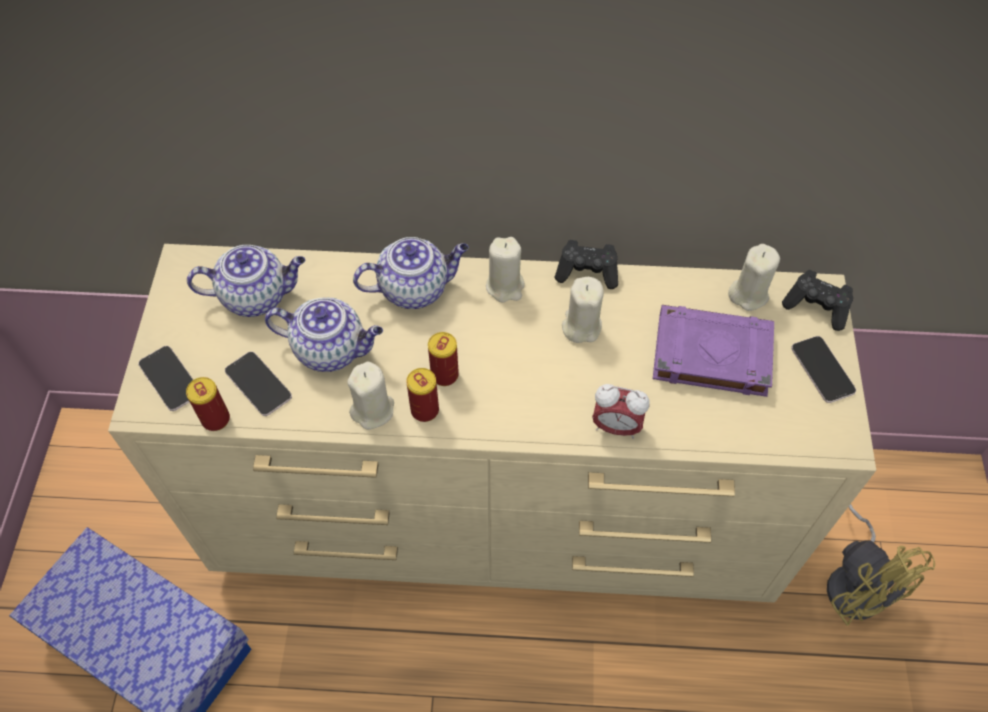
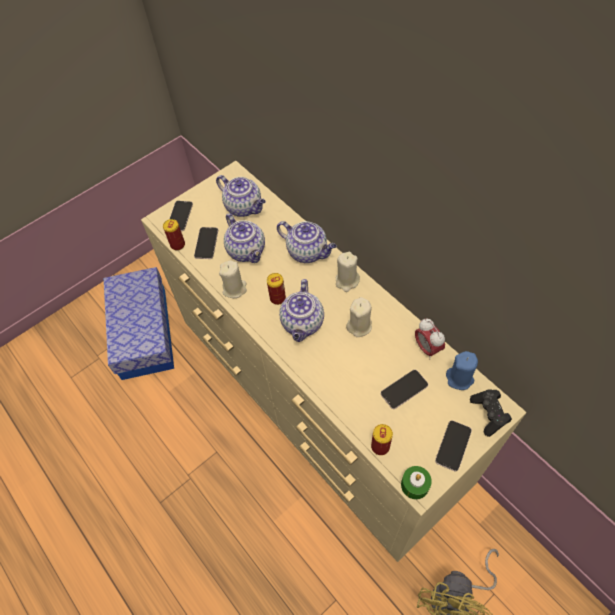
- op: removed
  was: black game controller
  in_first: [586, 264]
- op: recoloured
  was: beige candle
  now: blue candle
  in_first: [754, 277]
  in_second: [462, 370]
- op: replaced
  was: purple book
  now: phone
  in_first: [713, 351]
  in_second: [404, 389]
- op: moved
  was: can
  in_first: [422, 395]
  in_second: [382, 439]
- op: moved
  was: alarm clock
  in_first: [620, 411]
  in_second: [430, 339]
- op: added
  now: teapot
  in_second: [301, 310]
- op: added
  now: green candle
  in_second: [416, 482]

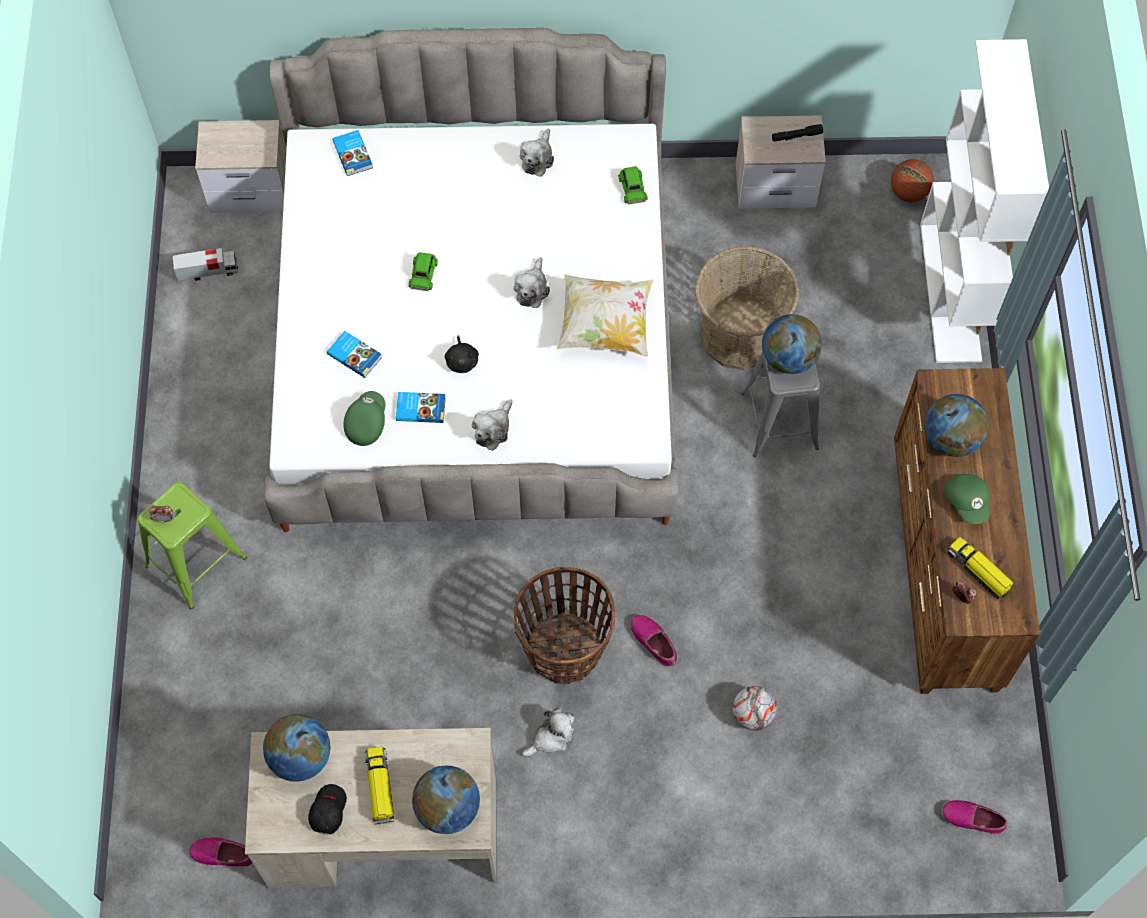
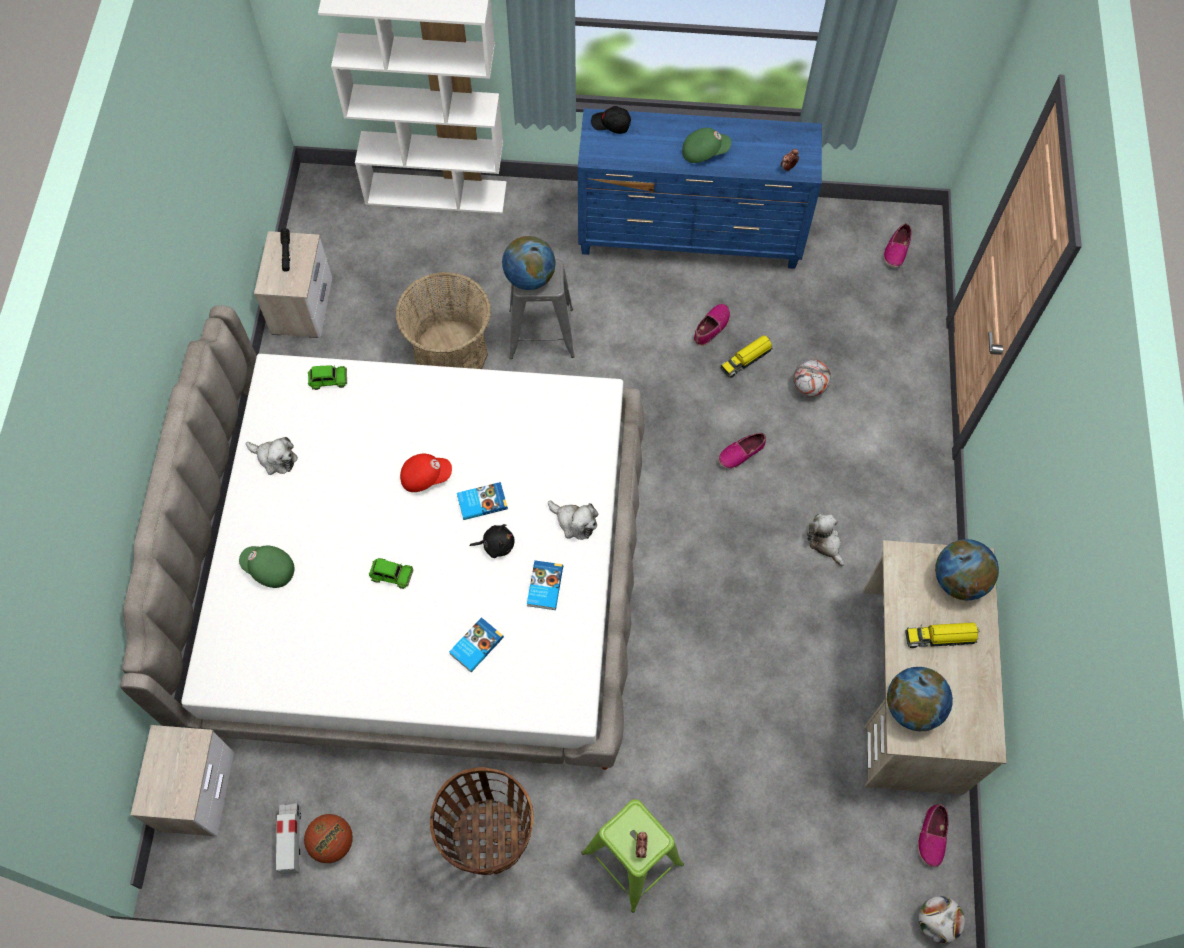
- op: moved
  was: book
  in_first: [352, 153]
  in_second: [482, 501]
- op: moved
  was: basketball
  in_first: [912, 180]
  in_second: [328, 838]
- op: replaced
  was: plush toy
  now: red cap
  in_first: [531, 282]
  in_second: [426, 473]
- op: removed
  was: pillow
  in_first: [605, 315]
- op: recoloured
  was: brown dresser
  now: blue dresser
  in_first: [967, 531]
  in_second: [700, 188]
- op: moved
  was: green cap
  in_first: [364, 418]
  in_second: [266, 567]
- op: removed
  was: globe
  in_first: [956, 425]
- op: moved
  was: toy truck
  in_first: [980, 568]
  in_second: [746, 356]
- op: moved
  was: basket
  in_first: [564, 625]
  in_second: [482, 821]
- op: moved
  was: black cap
  in_first: [327, 809]
  in_second: [611, 120]
- op: added
  now: shoe
  in_second: [712, 325]
- op: added
  now: football
  in_second: [942, 919]

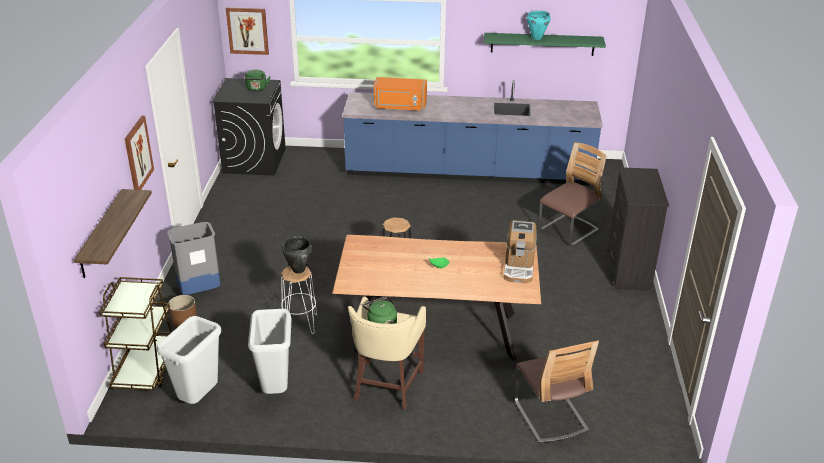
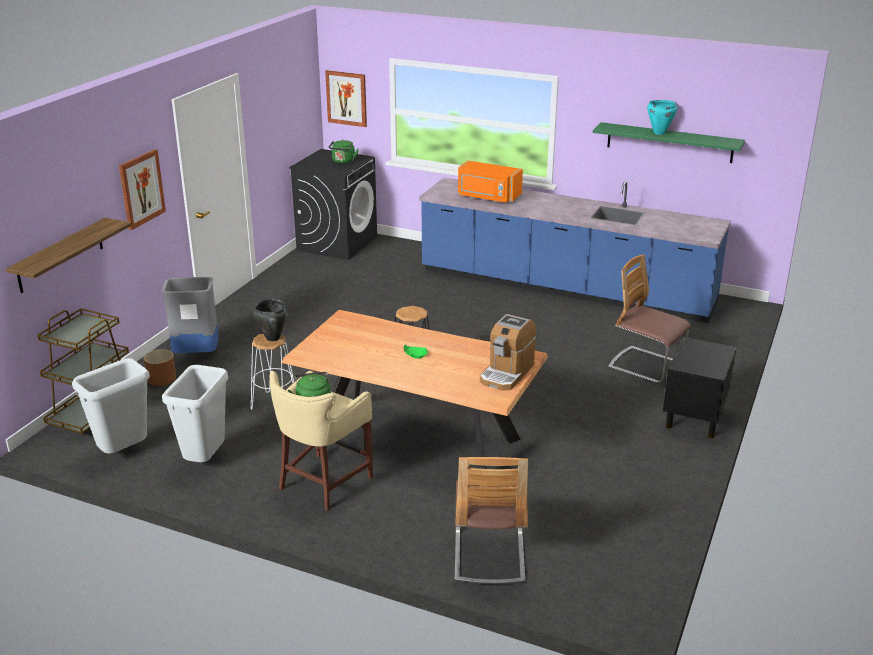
- op: turned
  was: chair
  in_first: [572, 194]
  in_second: [649, 318]
  clockwise: -120
- op: replaced
  was: black dresser
  now: black nightstand
  in_first: [638, 229]
  in_second: [700, 387]

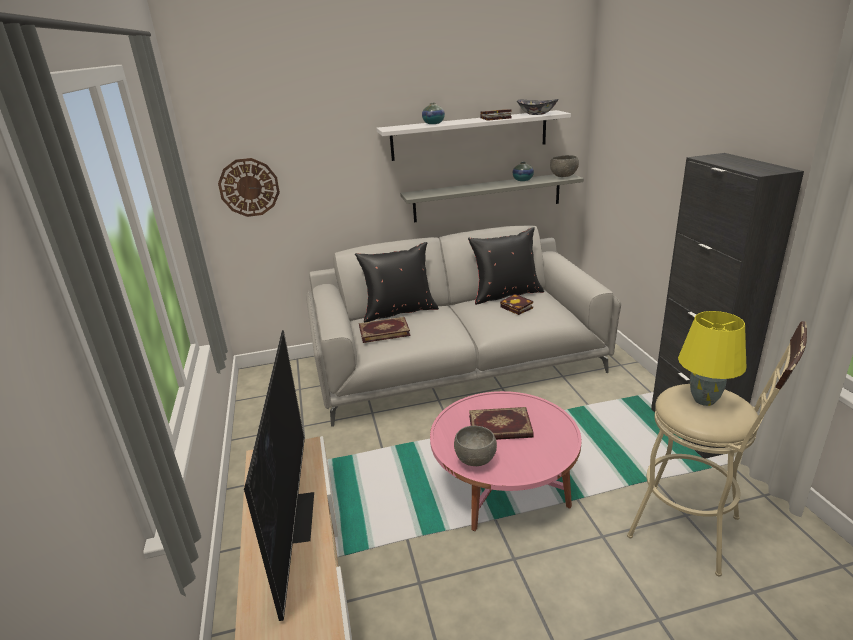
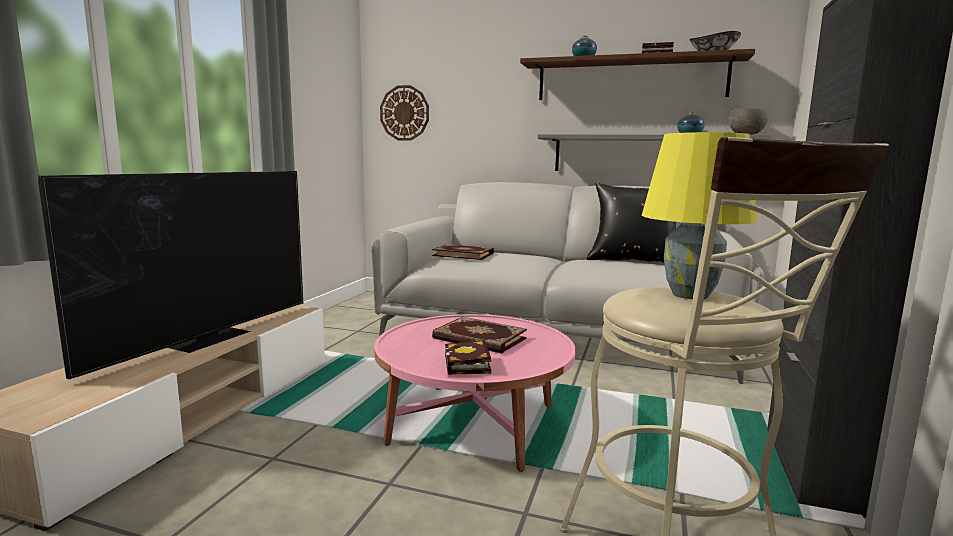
- op: recoloured
  was: white shelf
  now: brown shelf
  in_first: [474, 135]
  in_second: [637, 74]
- op: removed
  was: black pillow
  in_first: [397, 282]
- op: moved
  was: book
  in_first: [516, 304]
  in_second: [468, 357]
- op: removed
  was: grey bowl
  in_first: [475, 446]

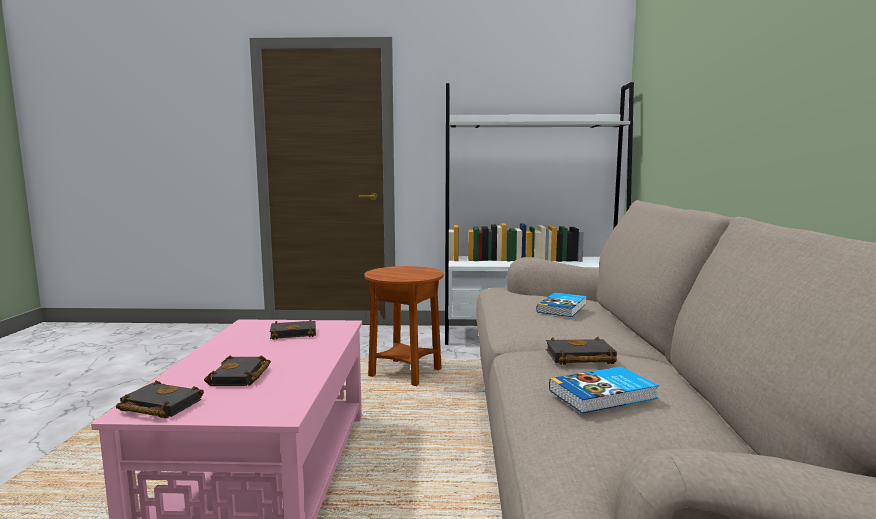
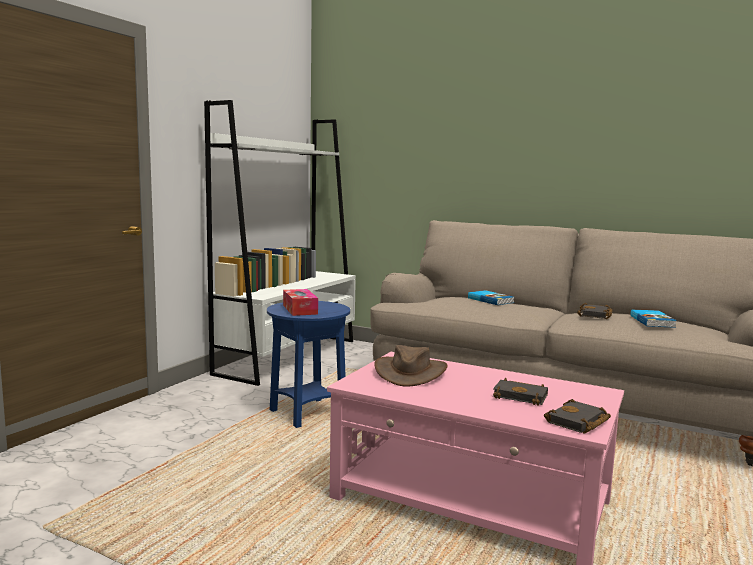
- op: recoloured
  was: brown side table
  now: blue side table
  in_first: [404, 326]
  in_second: [308, 364]
- op: replaced
  was: black book
  now: brown hat
  in_first: [293, 329]
  in_second: [411, 366]
- op: added
  now: tissue box
  in_second: [300, 302]

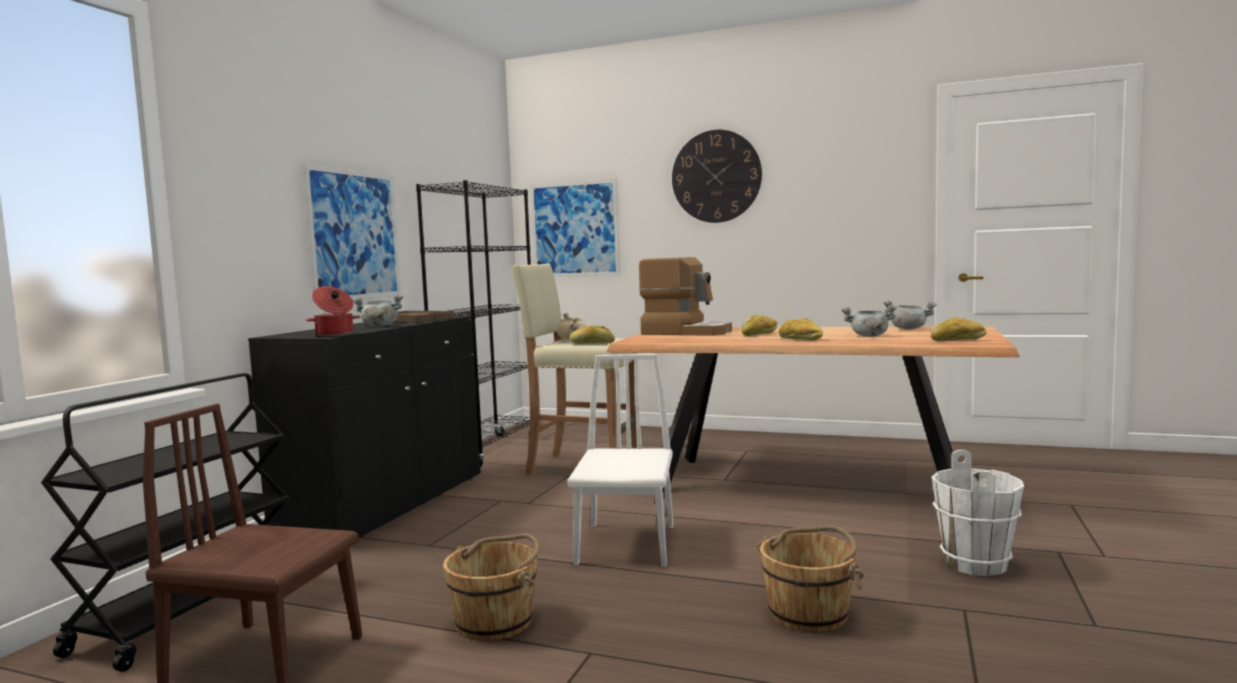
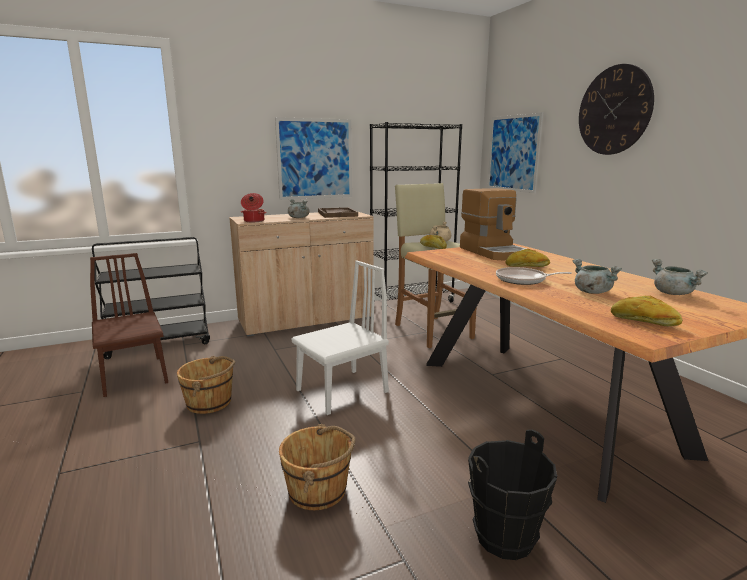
- op: recoloured
  was: black cabinet
  now: beige cabinet
  in_first: [364, 427]
  in_second: [301, 274]
- op: replaced
  was: bread
  now: frying pan
  in_first: [801, 329]
  in_second: [534, 276]
- op: recoloured
  was: white bucket
  now: black bucket
  in_first: [977, 513]
  in_second: [512, 495]

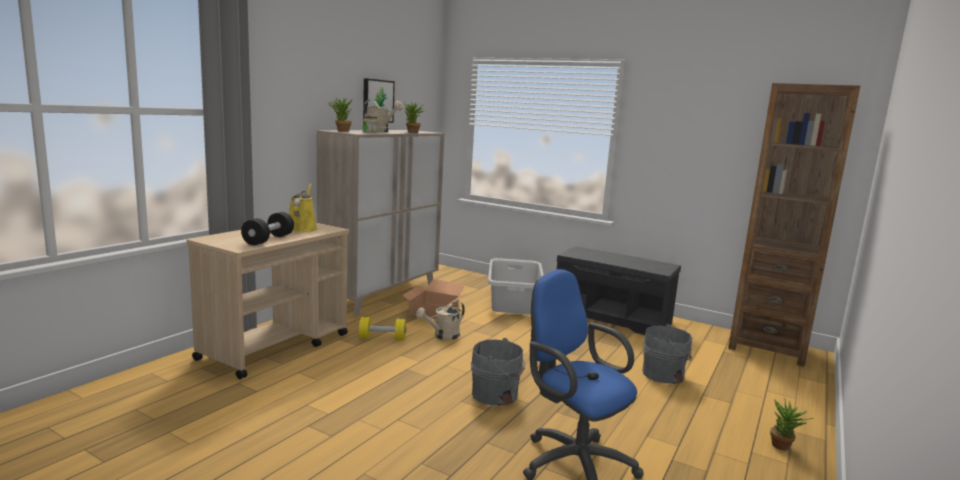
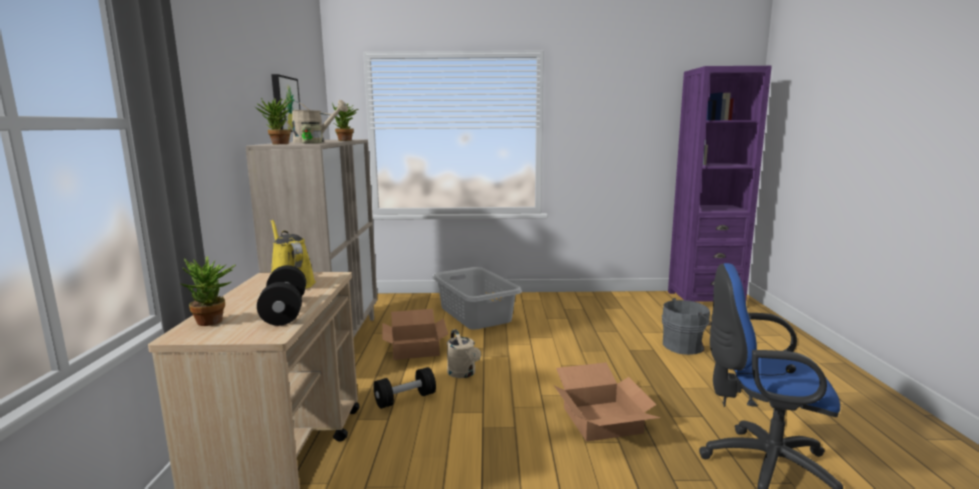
- op: recoloured
  was: brown bookcase
  now: purple bookcase
  in_first: [794, 225]
  in_second: [720, 184]
- op: removed
  was: grey bench
  in_first: [619, 290]
- op: turned
  was: beige watering can
  in_first: [440, 320]
  in_second: [464, 353]
  clockwise: -45
- op: recoloured
  was: yellow dumbbell
  now: black dumbbell
  in_first: [382, 328]
  in_second: [405, 388]
- op: replaced
  was: grey bucket
  now: cardboard box
  in_first: [498, 372]
  in_second: [607, 402]
- op: moved
  was: potted plant
  in_first: [792, 423]
  in_second: [208, 291]

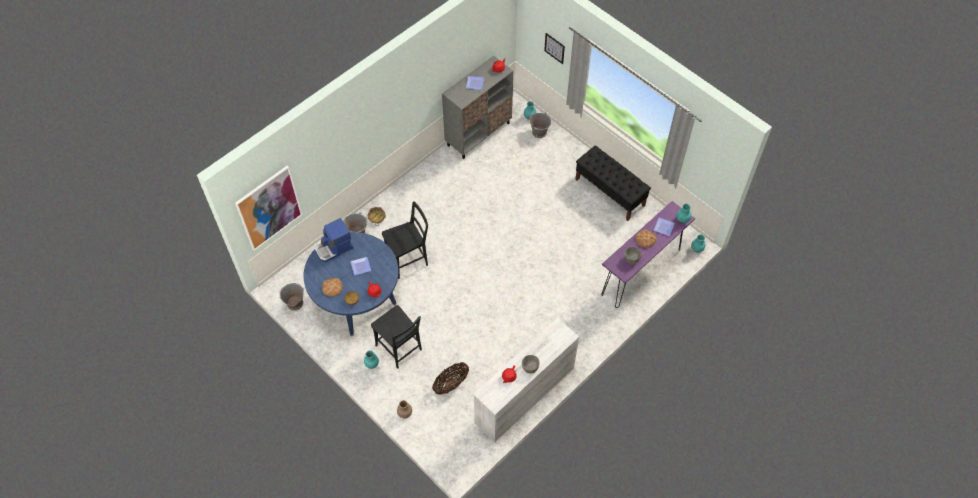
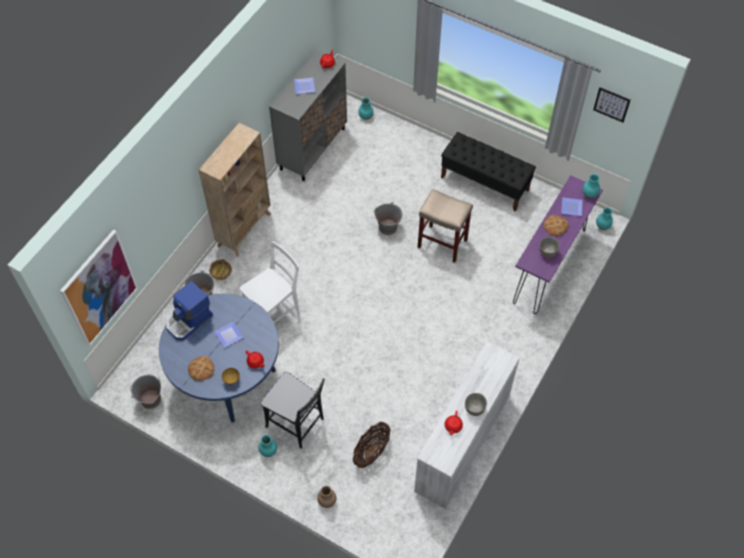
- op: moved
  was: picture
  in_first: [554, 48]
  in_second: [611, 104]
- op: moved
  was: grey bucket
  in_first: [540, 125]
  in_second: [388, 218]
- op: recoloured
  was: black chair
  now: white chair
  in_first: [405, 240]
  in_second: [270, 282]
- op: added
  now: beige bookcase
  in_second: [235, 190]
- op: added
  now: beige stool
  in_second: [445, 226]

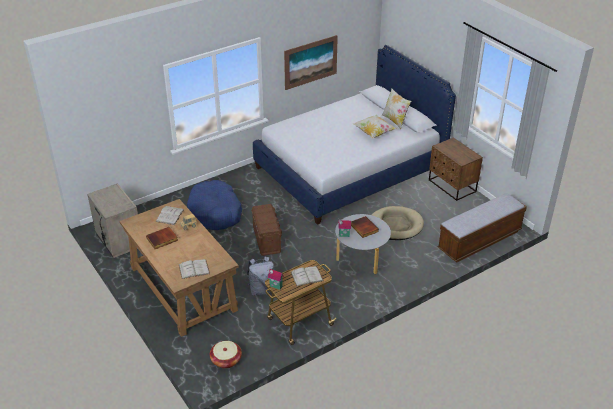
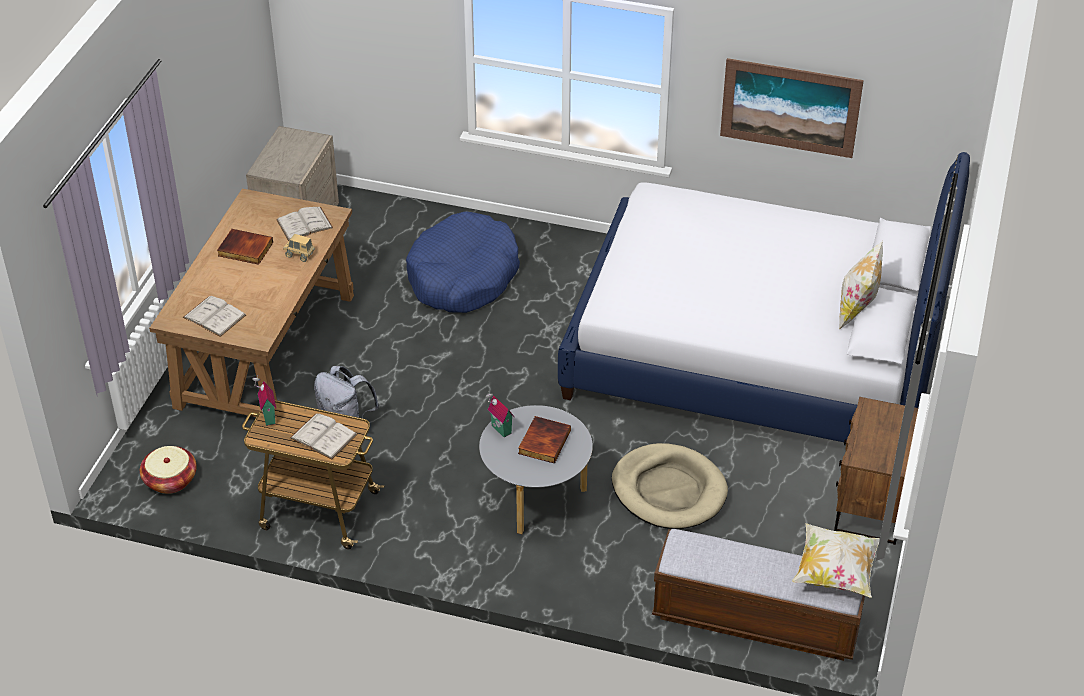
- op: moved
  was: pillow
  in_first: [375, 126]
  in_second: [836, 560]
- op: removed
  was: brown storage box
  in_first: [266, 230]

